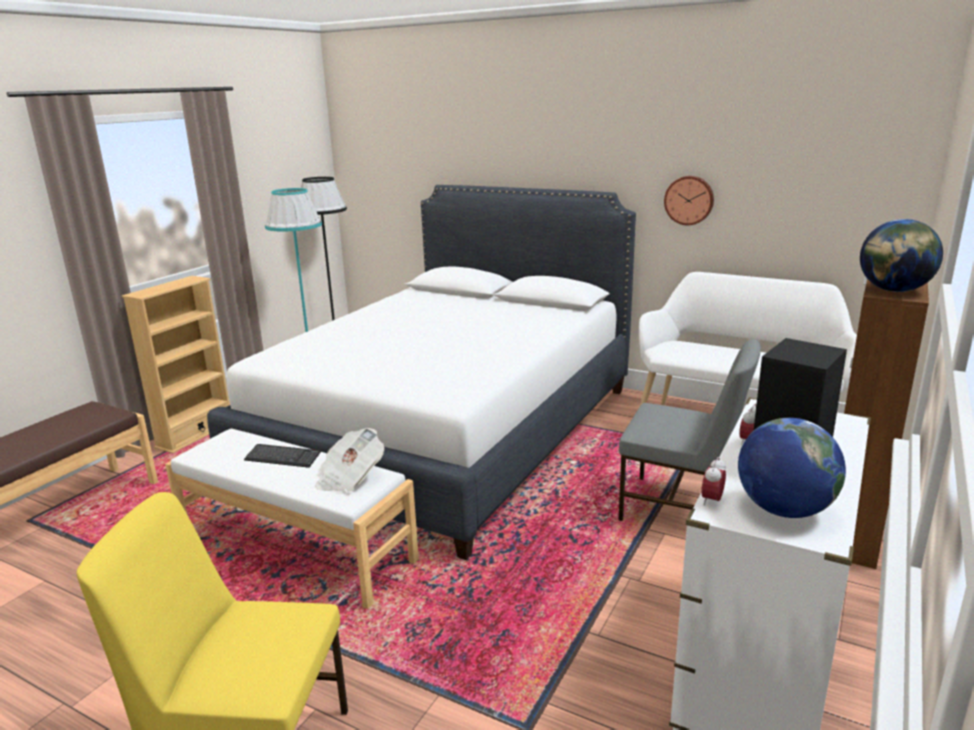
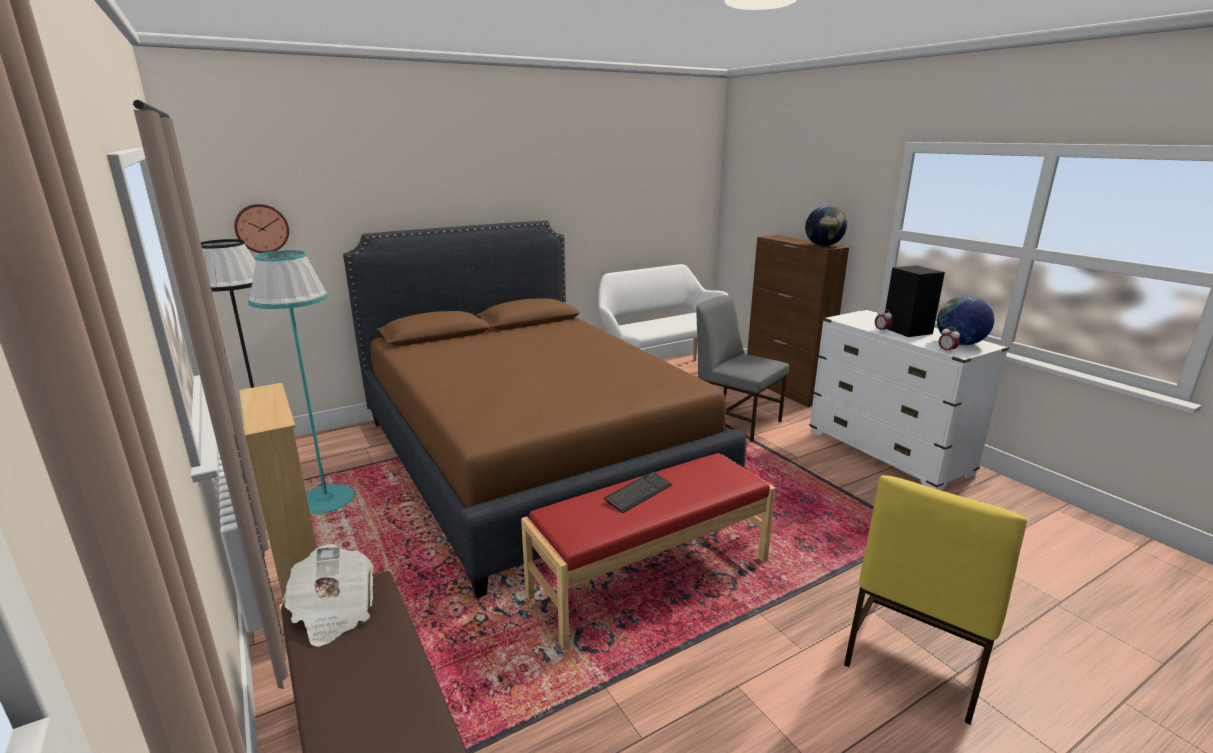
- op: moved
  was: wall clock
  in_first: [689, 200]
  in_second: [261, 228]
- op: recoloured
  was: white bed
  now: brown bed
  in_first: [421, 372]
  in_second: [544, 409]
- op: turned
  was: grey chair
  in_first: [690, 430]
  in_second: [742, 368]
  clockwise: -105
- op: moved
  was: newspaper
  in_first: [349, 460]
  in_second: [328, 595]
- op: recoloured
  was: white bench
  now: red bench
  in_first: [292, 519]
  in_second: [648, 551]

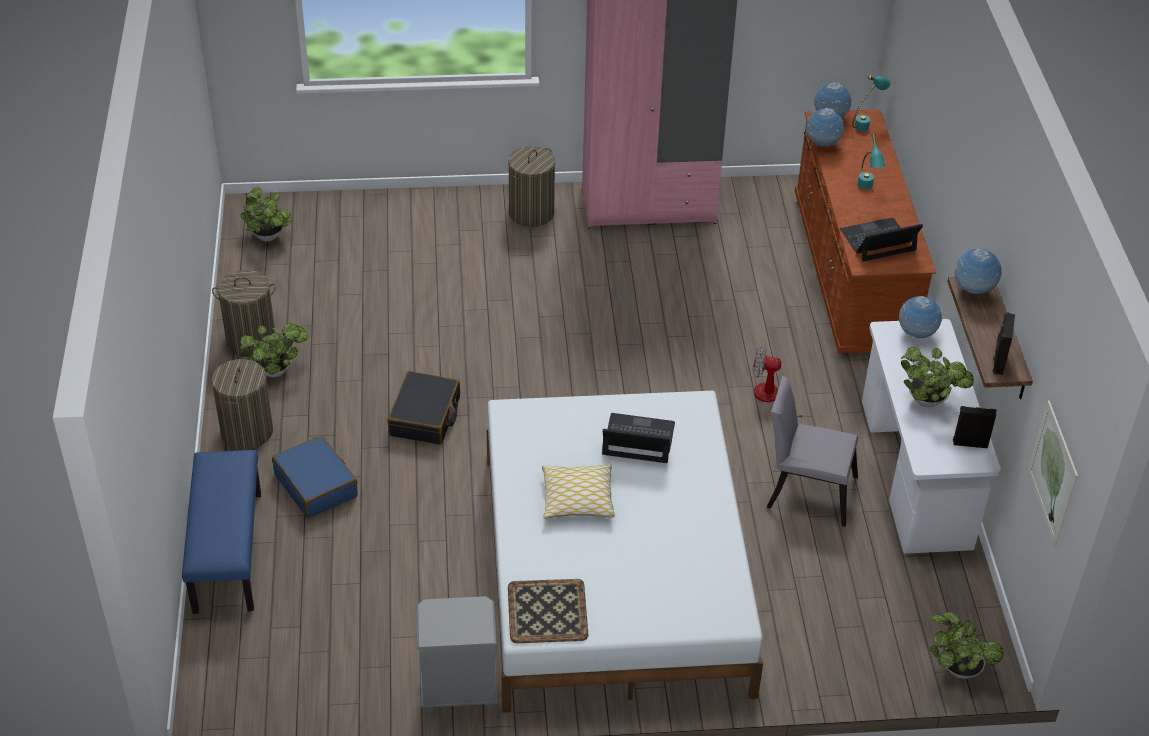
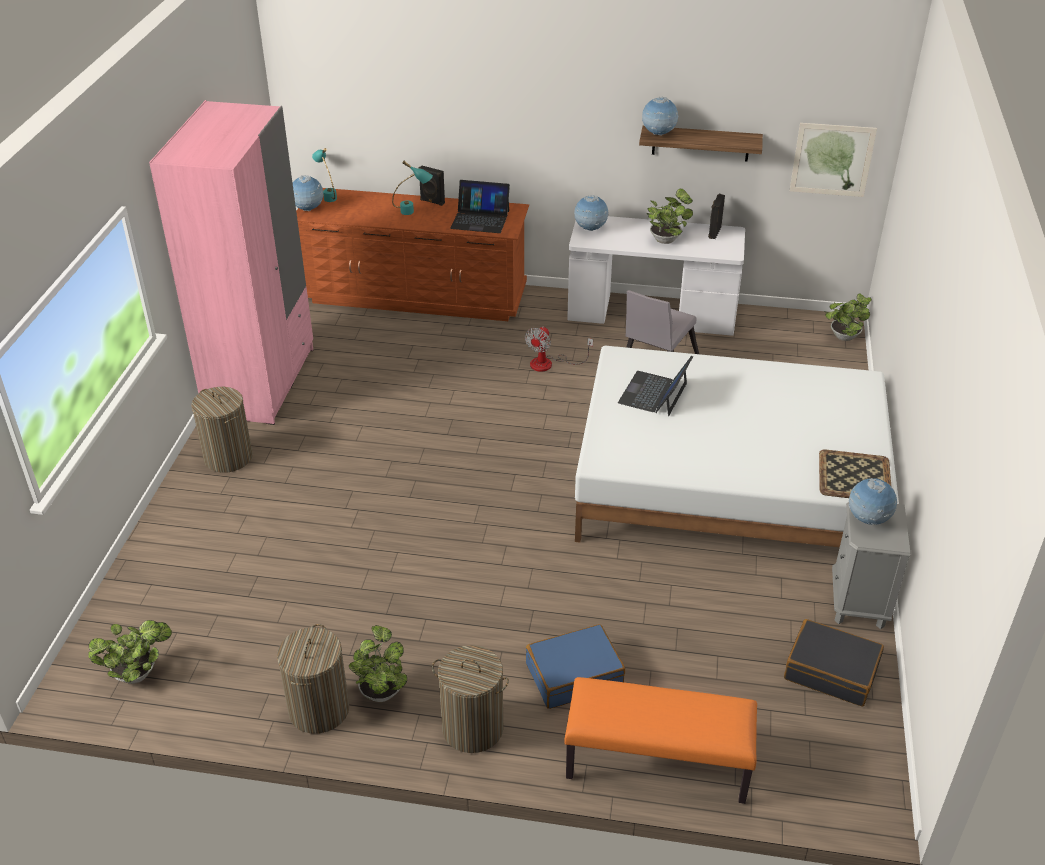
- op: moved
  was: globe
  in_first: [825, 127]
  in_second: [872, 501]
- op: turned
  was: laptop
  in_first: [881, 239]
  in_second: [480, 206]
  clockwise: -75
- op: moved
  was: black speaker
  in_first: [1004, 343]
  in_second: [431, 186]
- op: moved
  was: black suitcase
  in_first: [424, 408]
  in_second: [834, 662]
- op: recoloured
  was: blue bench
  now: orange bench
  in_first: [221, 532]
  in_second: [660, 740]
- op: removed
  was: pillow
  in_first: [578, 491]

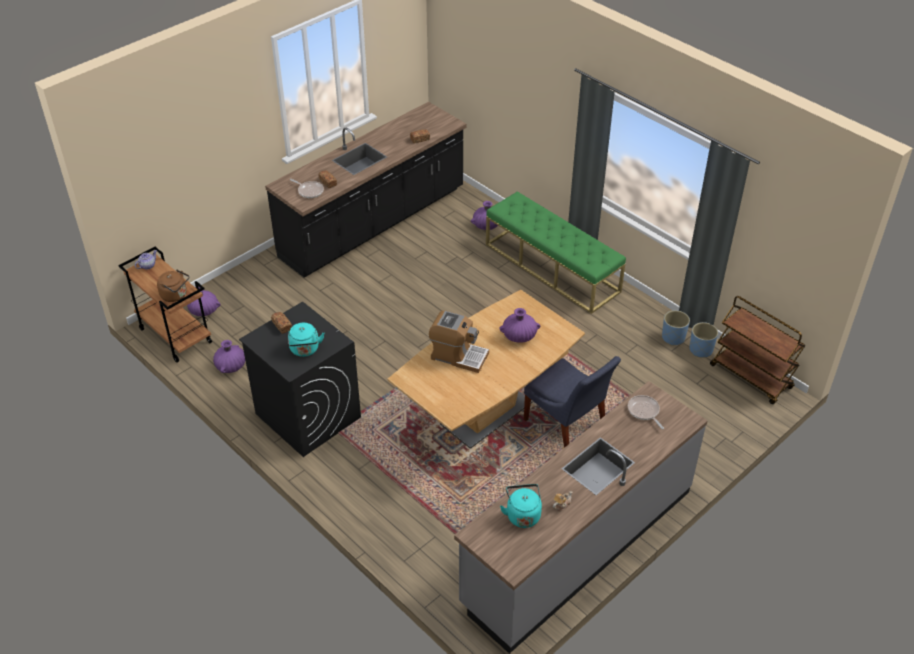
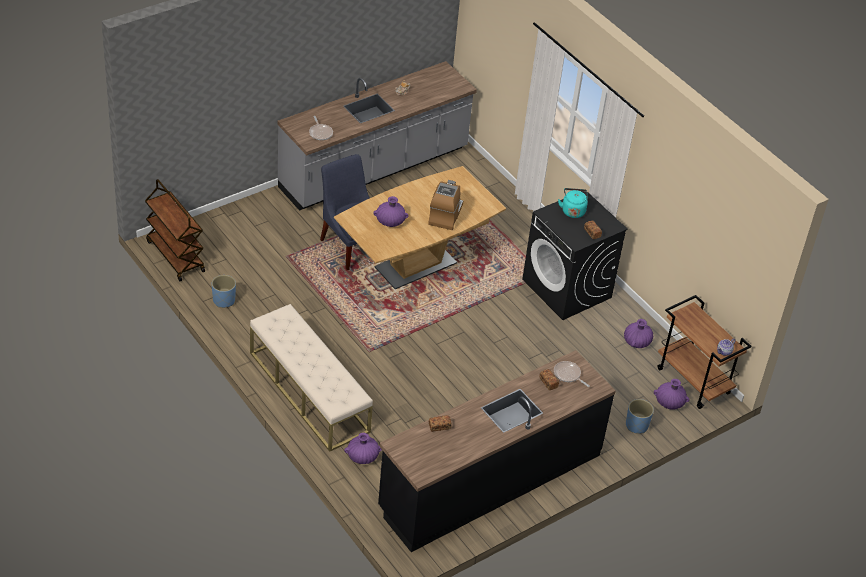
- op: recoloured
  was: green bench
  now: beige bench
  in_first: [556, 252]
  in_second: [311, 378]
- op: removed
  was: brown kettle
  in_first: [173, 286]
- op: turned
  was: coffee machine
  in_first: [459, 342]
  in_second: [445, 205]
  clockwise: 75
- op: moved
  was: blue planter
  in_first: [703, 339]
  in_second: [640, 416]
- op: removed
  was: turquoise kettle
  in_first: [521, 506]

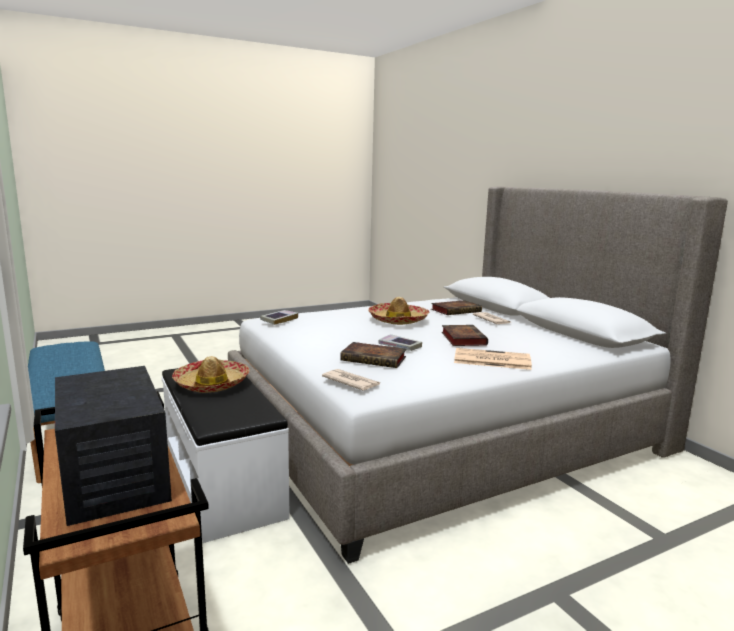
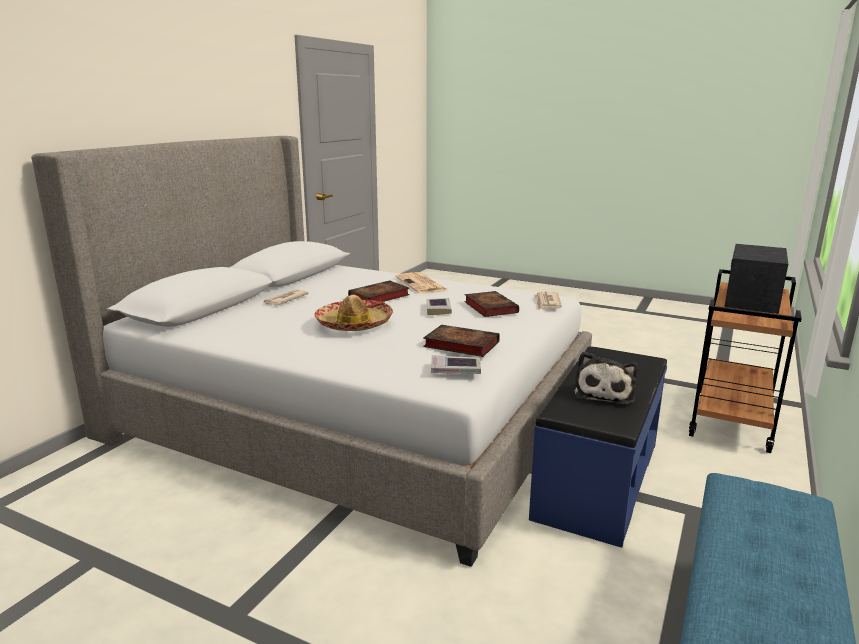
- op: moved
  was: book
  in_first: [456, 307]
  in_second: [461, 341]
- op: replaced
  was: hat
  now: plush toy
  in_first: [211, 374]
  in_second: [606, 378]
- op: recoloured
  was: white bench
  now: blue bench
  in_first: [226, 455]
  in_second: [598, 447]

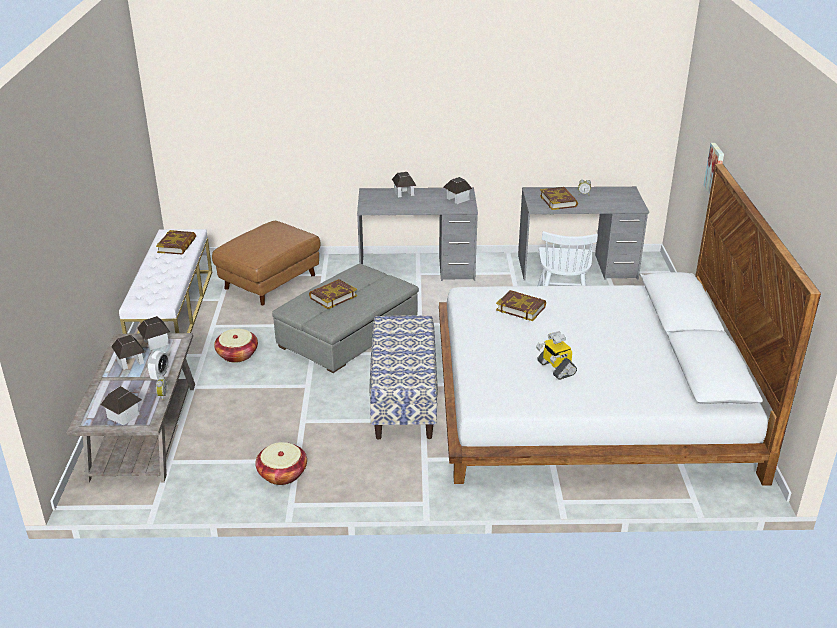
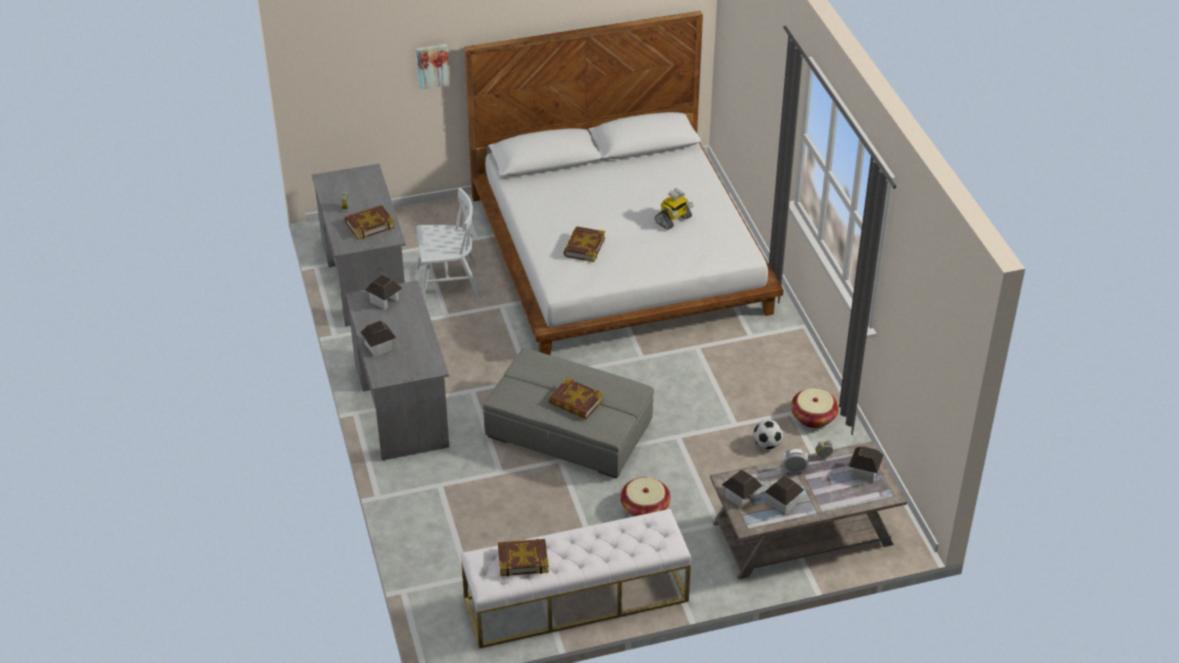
- op: removed
  was: brown ottoman
  in_first: [266, 263]
- op: removed
  was: bench
  in_first: [403, 377]
- op: added
  now: football
  in_second: [768, 434]

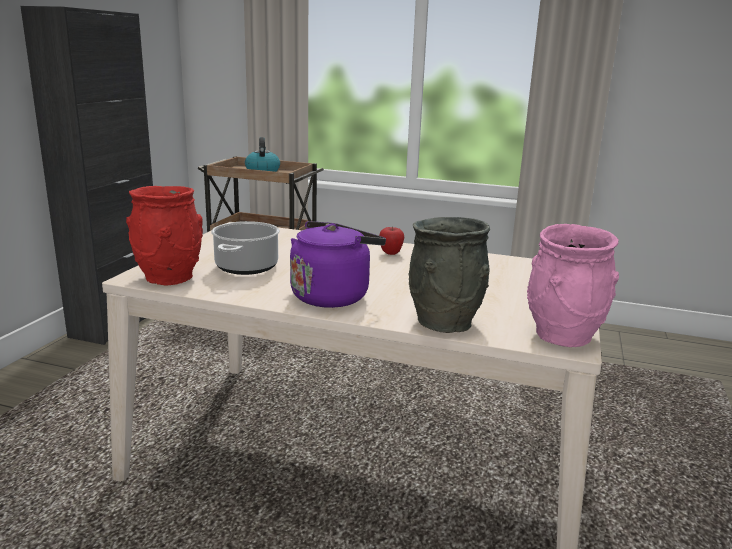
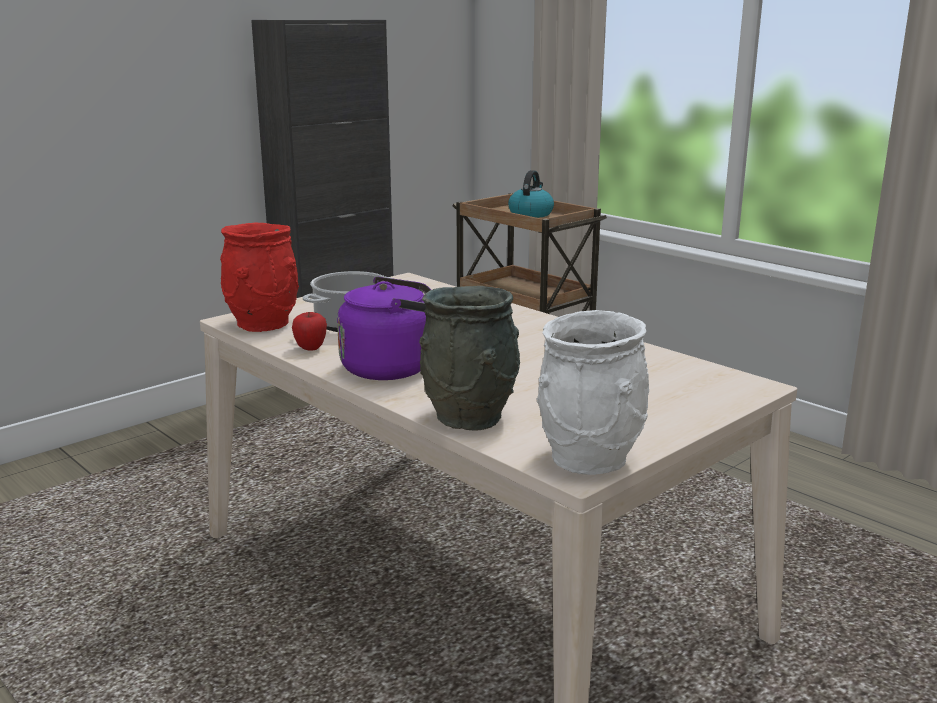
- op: recoloured
  was: pink vase
  now: white vase
  in_first: [573, 285]
  in_second: [593, 392]
- op: moved
  was: apple
  in_first: [391, 241]
  in_second: [309, 331]

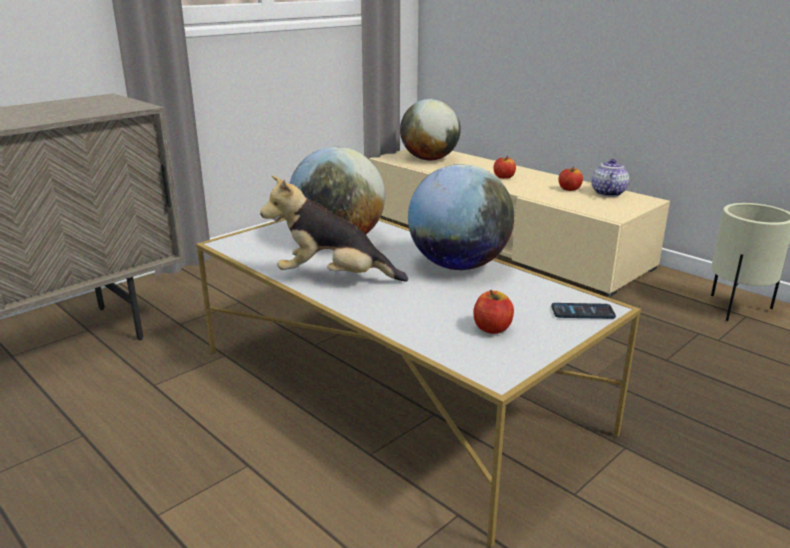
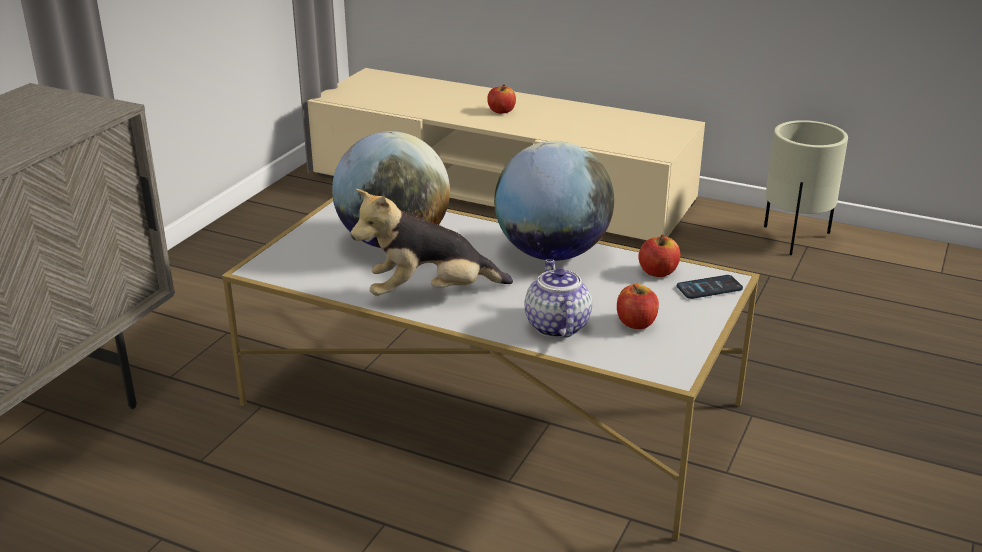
- op: removed
  was: globe
  in_first: [430, 129]
- op: moved
  was: teapot
  in_first: [610, 178]
  in_second: [558, 298]
- op: moved
  was: apple
  in_first: [571, 179]
  in_second: [659, 255]

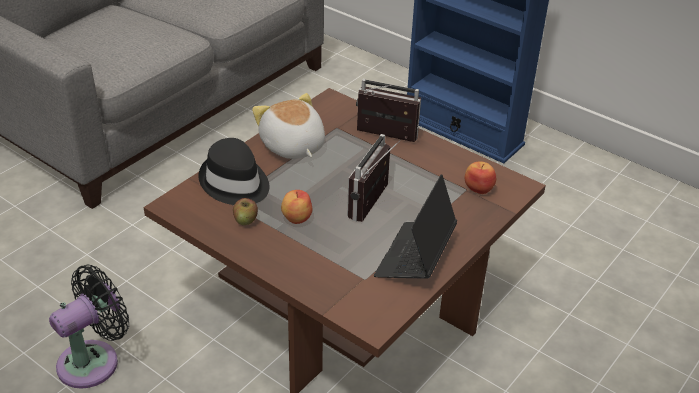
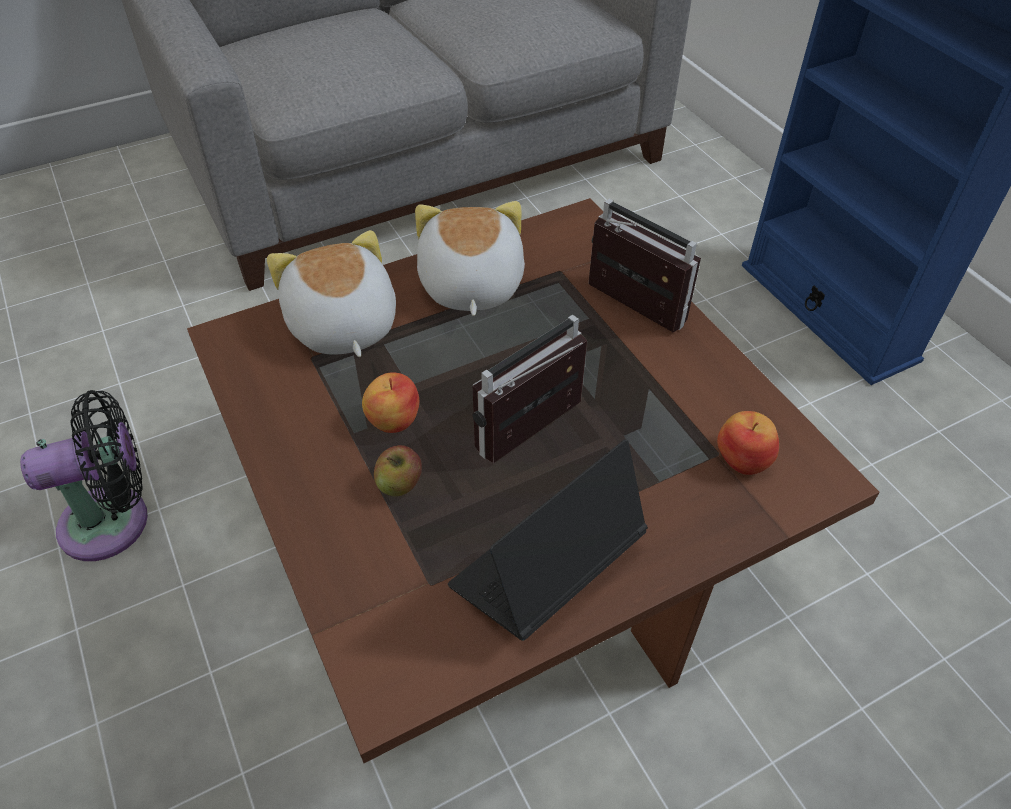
- op: replaced
  was: black hat
  now: plush toy
  in_first: [234, 171]
  in_second: [331, 293]
- op: moved
  was: apple
  in_first: [245, 211]
  in_second: [398, 470]

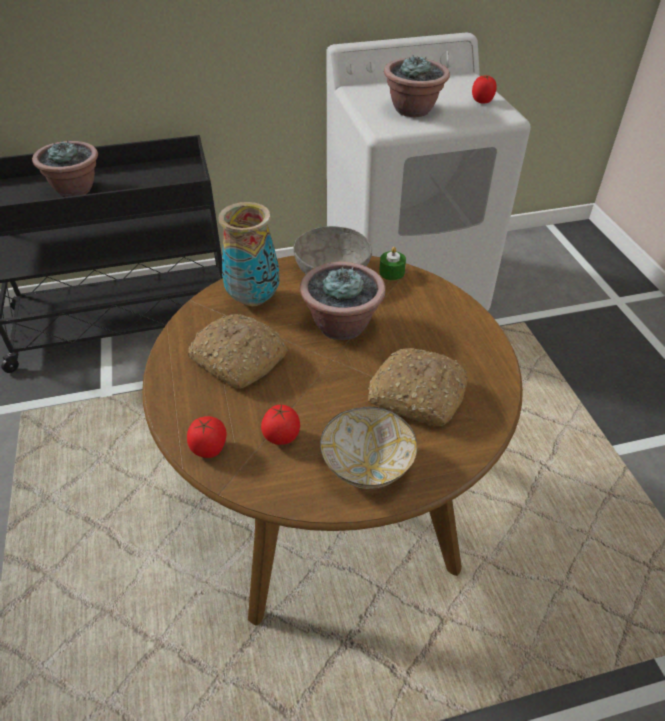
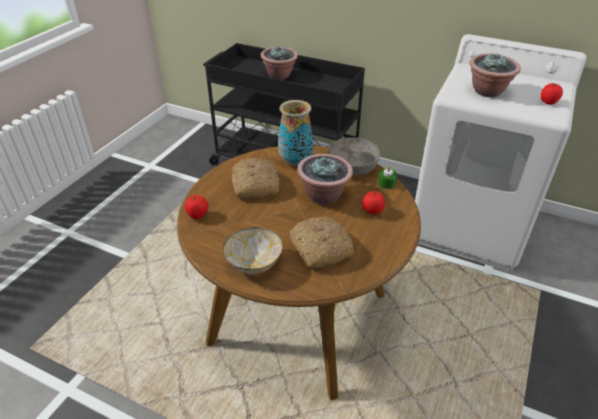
- op: moved
  was: tomato
  in_first: [280, 425]
  in_second: [373, 202]

